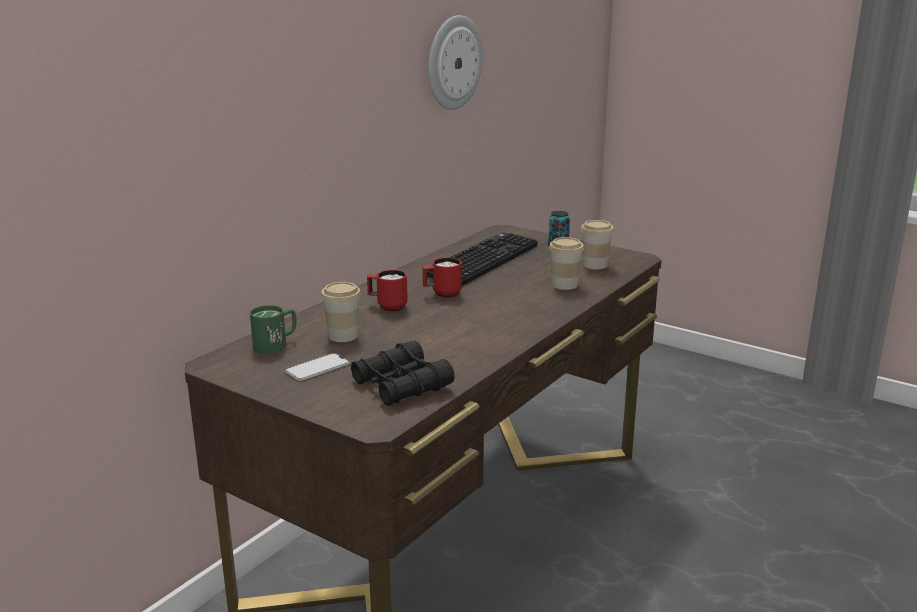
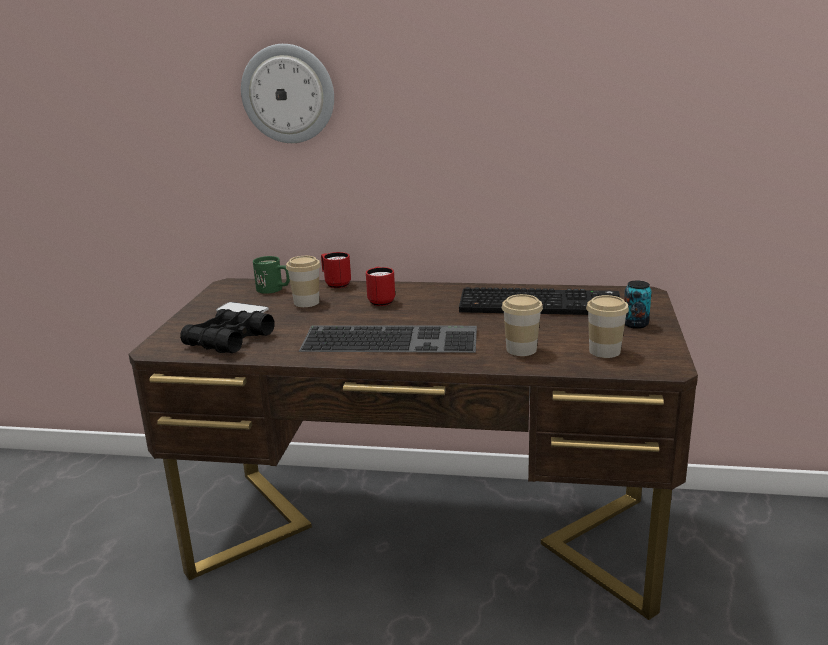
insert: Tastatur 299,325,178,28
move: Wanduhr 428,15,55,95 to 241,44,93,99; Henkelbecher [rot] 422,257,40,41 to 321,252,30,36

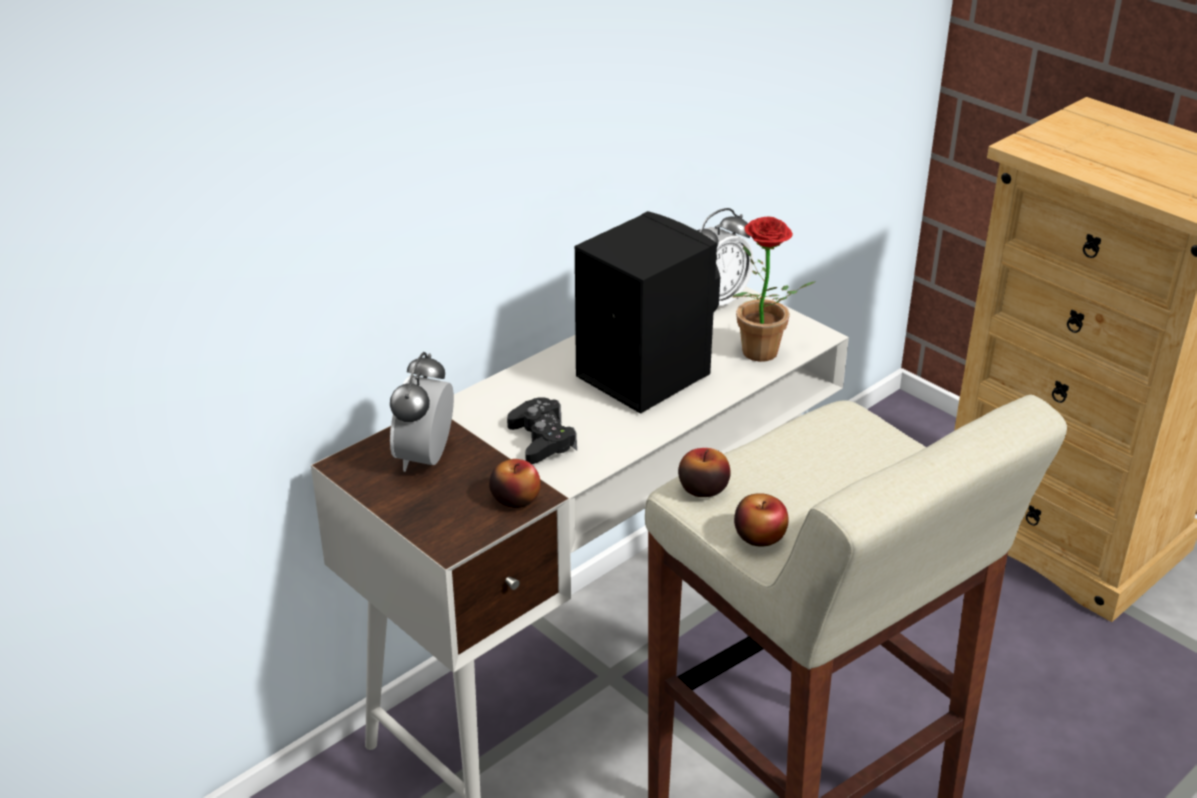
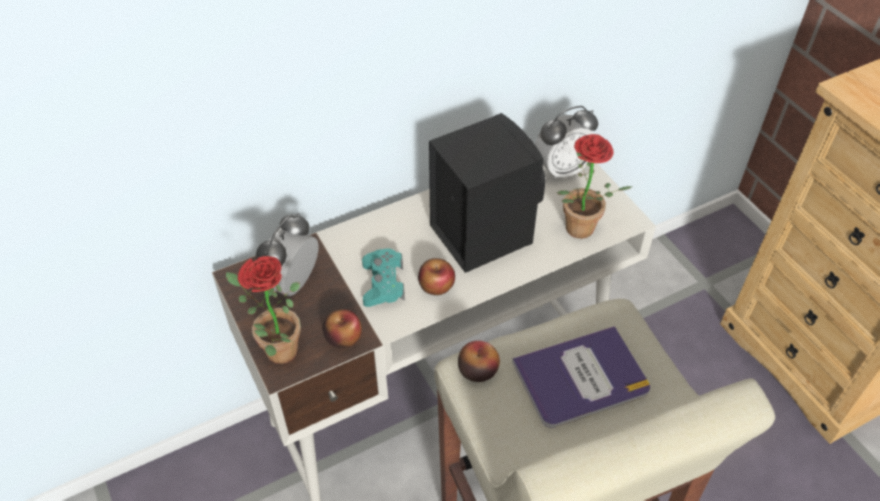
insert: Topfpflanze 226,256,75,108; Buch 512,326,138,102
move: Apfel 734,493,55,54 to 418,258,37,37
recolor: Gamepad [schwarz] 507,397,70,67 to Gamepad [türkis] 362,248,43,59

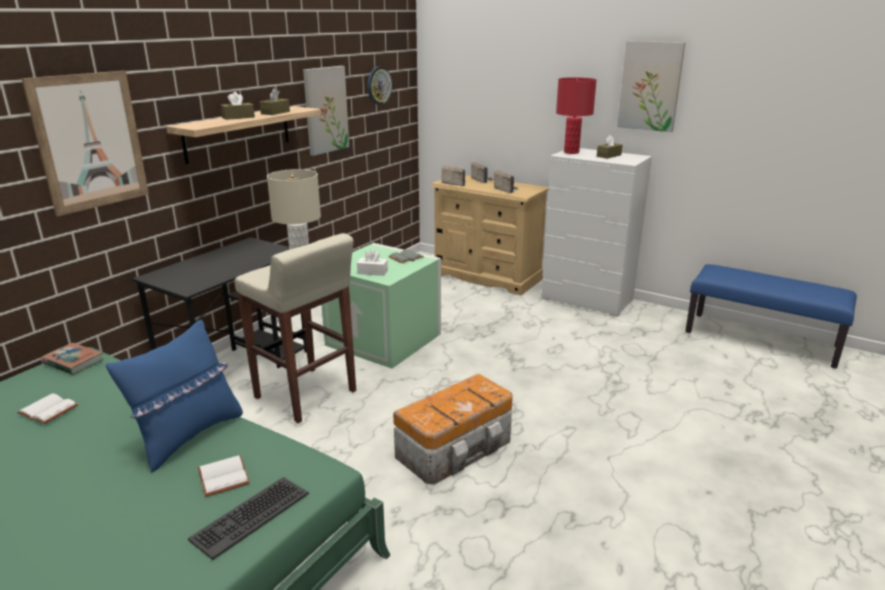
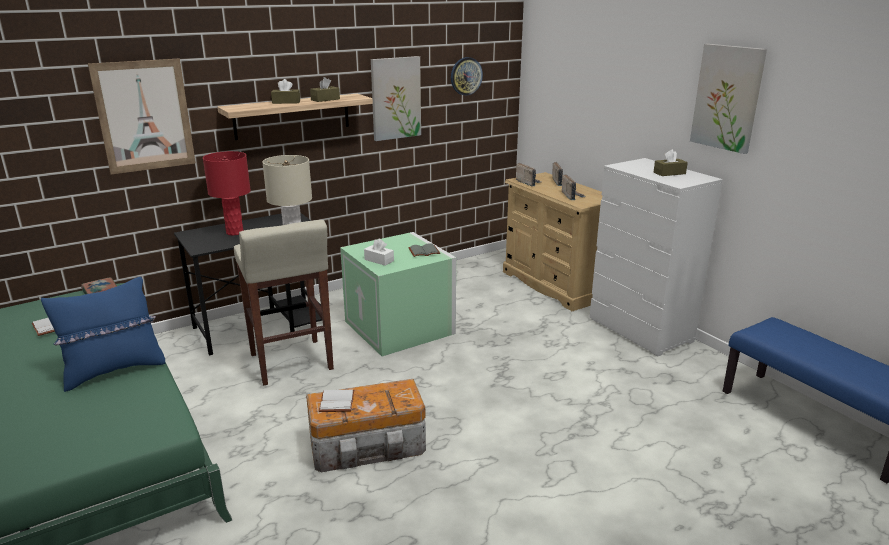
delete: Tastatur 188,477,121,83
move: Tischlampe [rot] 556,77,41,77 to 203,151,48,84; Buch [weiß] 198,455,52,42 to 319,390,35,22

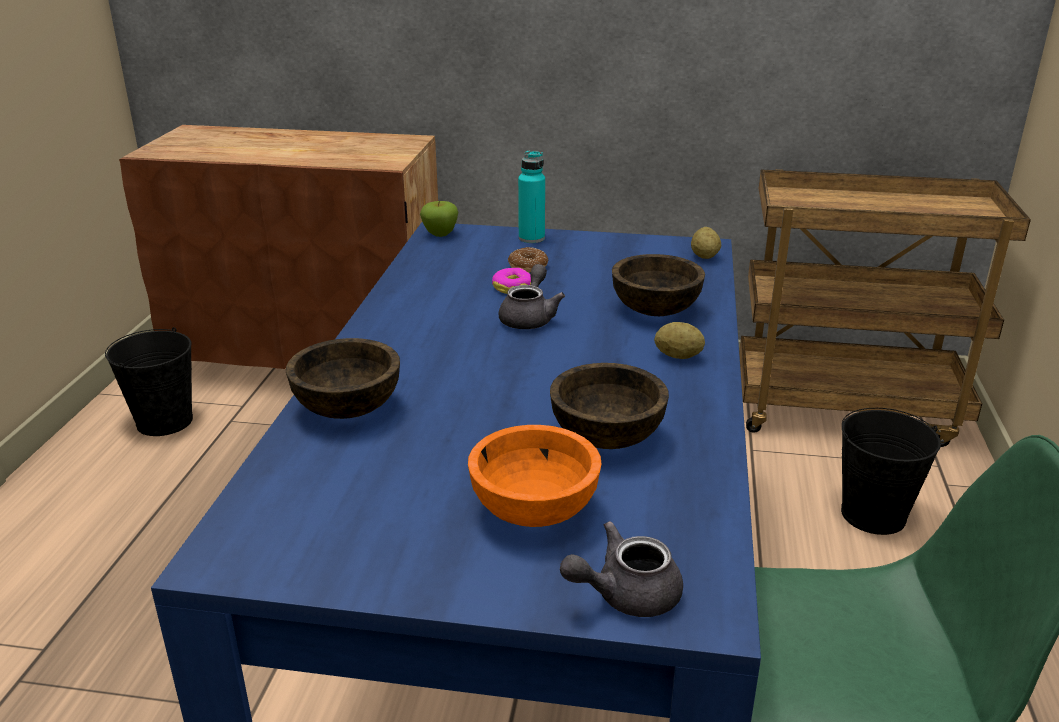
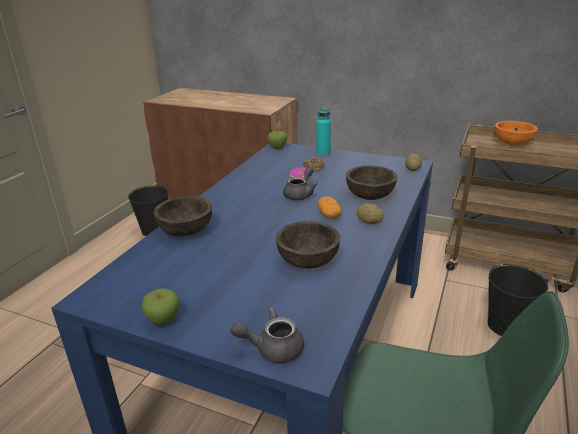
insert: Kartoffel 318,196,24,22; Apfel 141,288,38,37
move: Schüssel [orange] 468,425,134,102 to 495,121,43,24

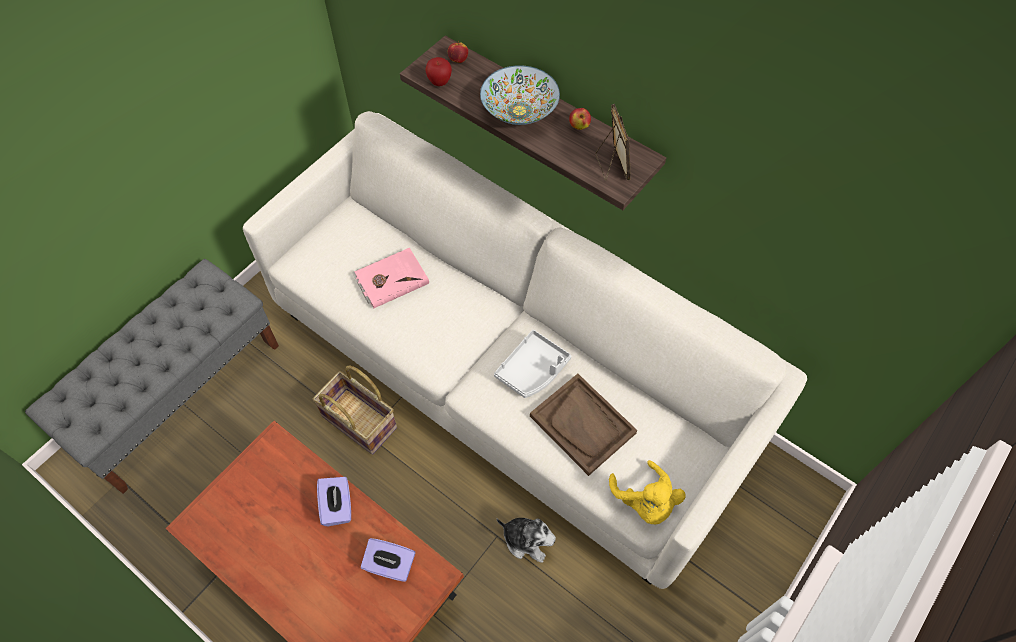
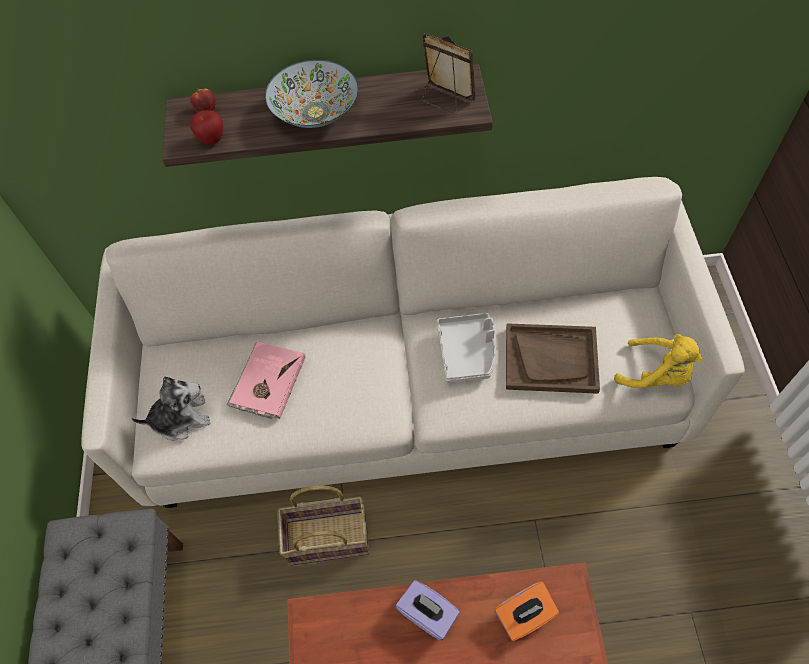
delete: Apfel 569,108,22,22
move: Plüschtier 497,518,59,45 to 132,377,79,63
recolor: Taschentuchbox [lila] 361,538,54,44 to Taschentuchbox [orange] 494,581,65,60

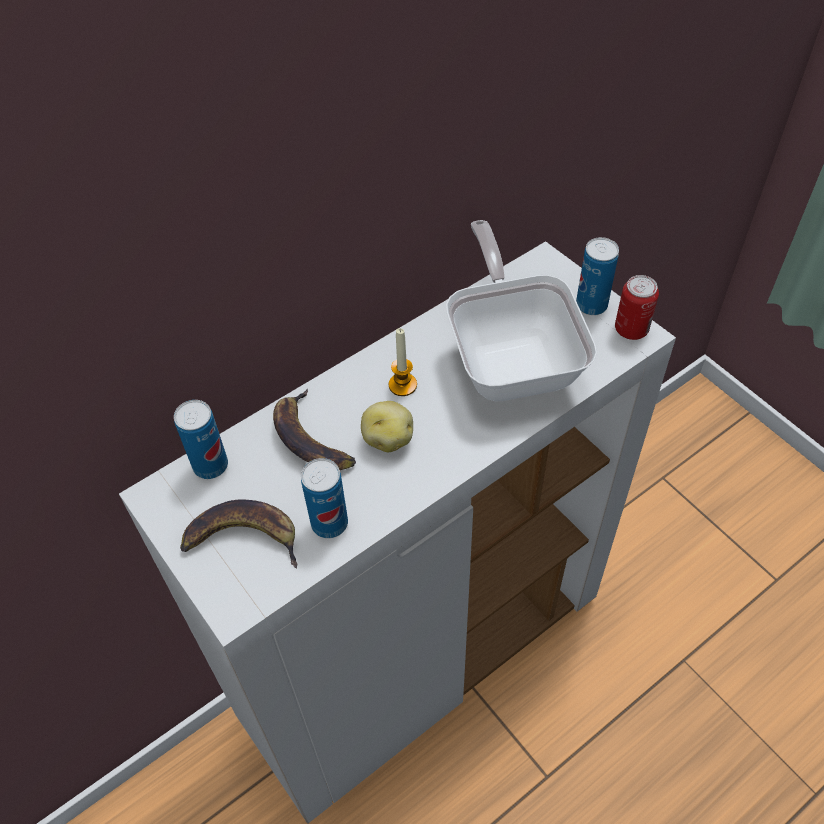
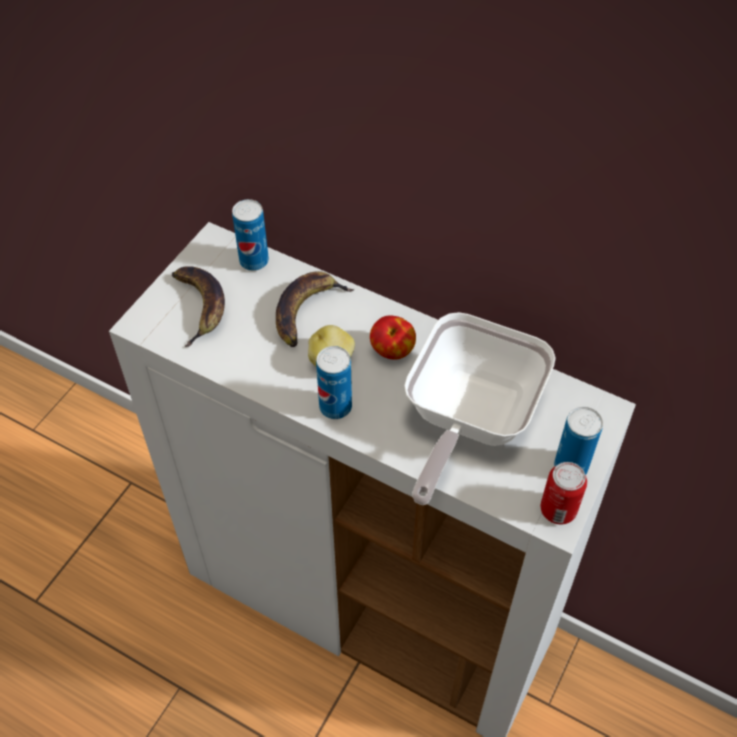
move: Dose 301,458,47,80 to 316,346,36,73
replace: Kerze 389,328,28,68 to Apfel 370,315,46,45
rotate: Pfanne 446,220,151,181 = 404,312,152,193 150 degrees clockwise

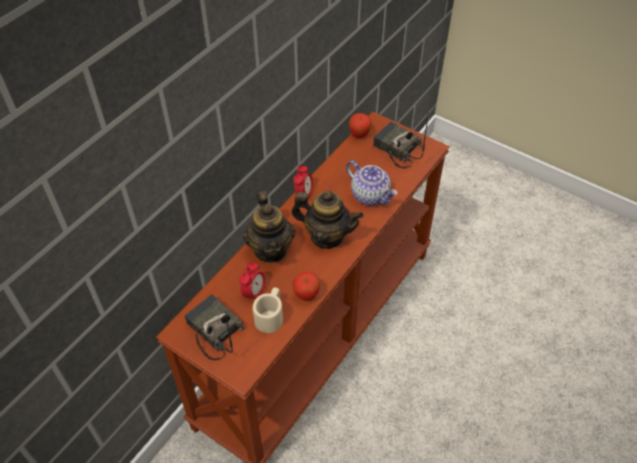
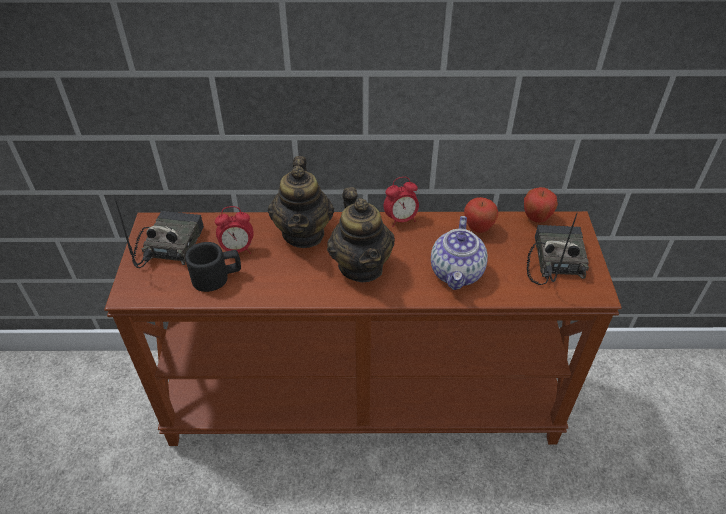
move: Apfel 292,272,28,29 to 464,197,34,36
recolor: Henkelbecher [beige] 253,288,30,45 to Henkelbecher [schwarz] 185,242,56,50
rotate: Teekanne 243,191,52,72 = 268,156,66,92 45 degrees counterclockwise

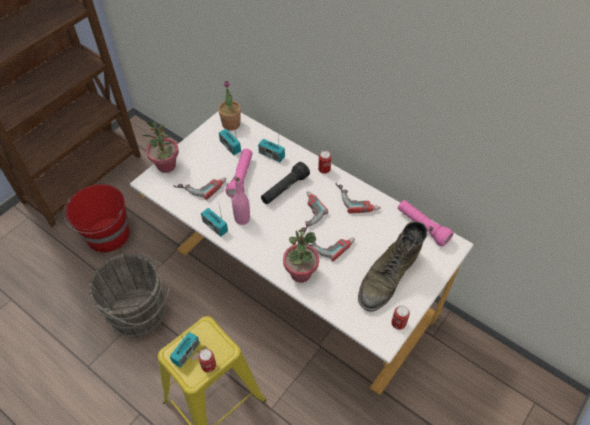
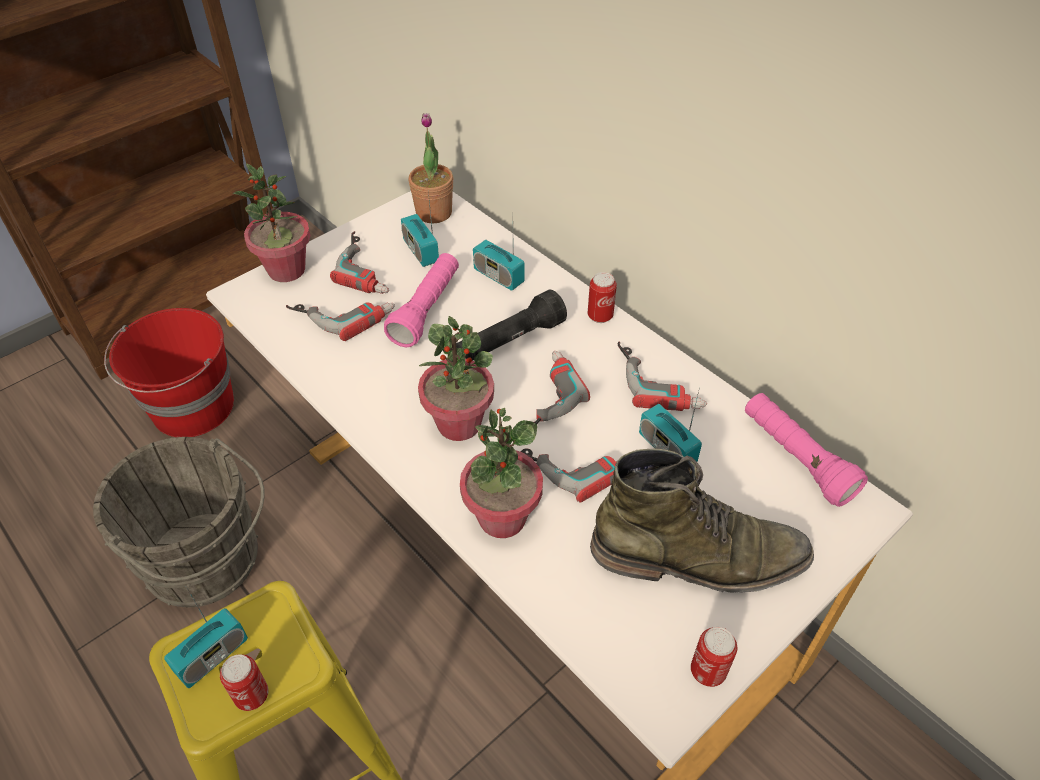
delete: Flasche [rosa] 232,177,18,48
insert: Bohrmaschine 330,231,59,63; Topfpflanze 418,316,76,125
move: Radio 201,205,27,32 to 639,391,63,71
rotate: Stiefel [grün] 358,222,69,90 = 590,449,224,144 135 degrees counterclockwise

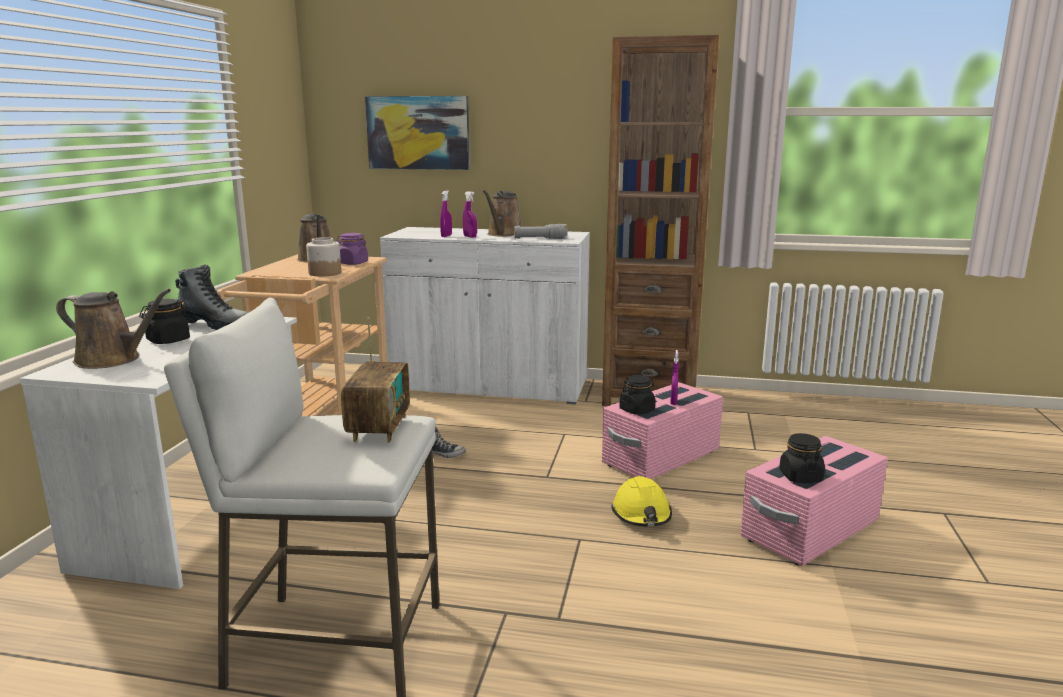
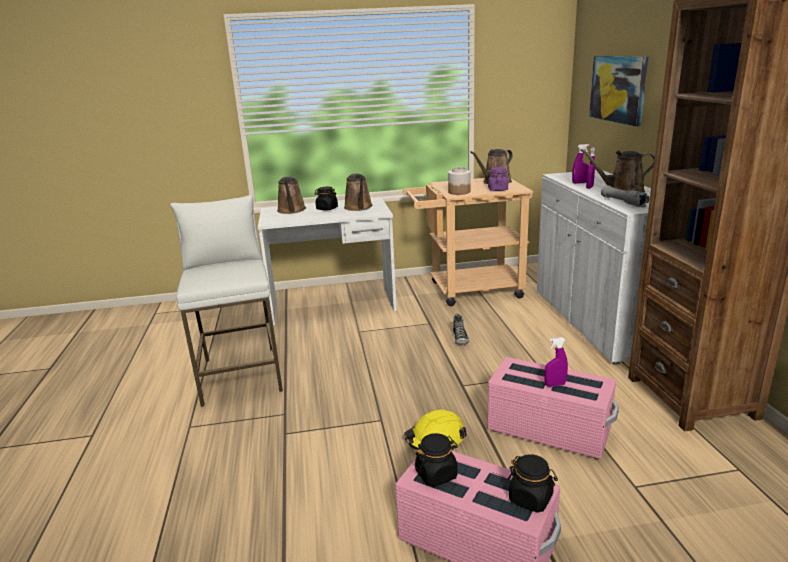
delete: Radio 341,317,69,126
move: Vorratsglas [schwarz] 619,375,36,40 to 508,454,50,59
replace: Stiefel 175,264,74,66 to Gießkanne [braun] 344,173,29,38

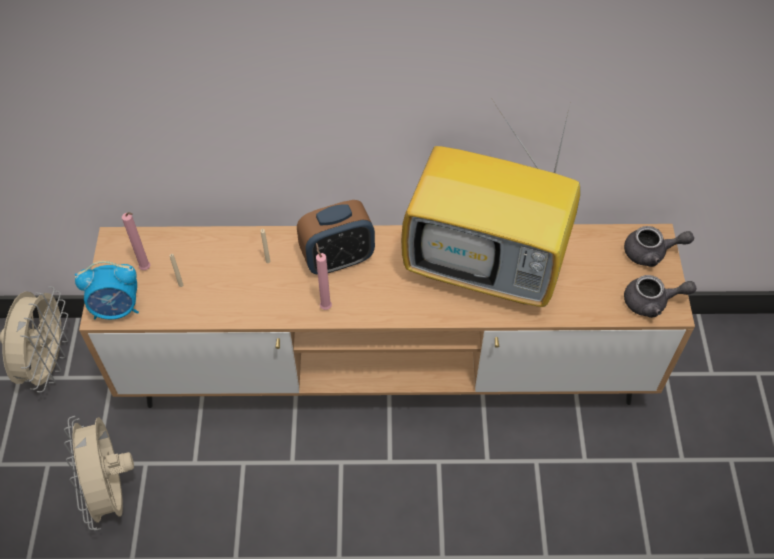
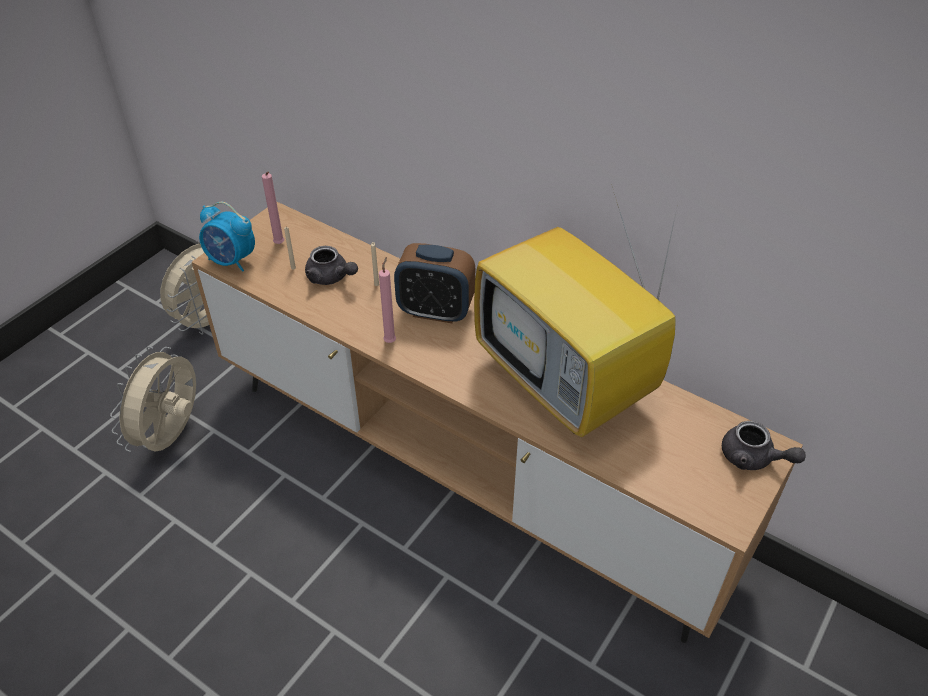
move: Teekanne [grau] 624,275,73,43 to 305,246,53,39

